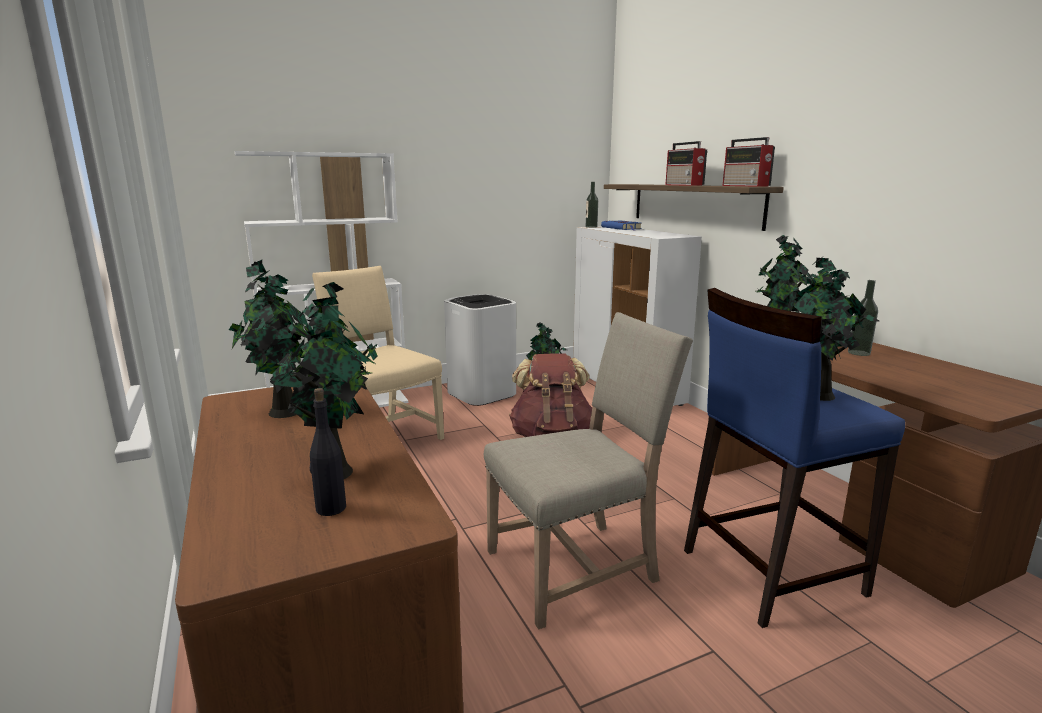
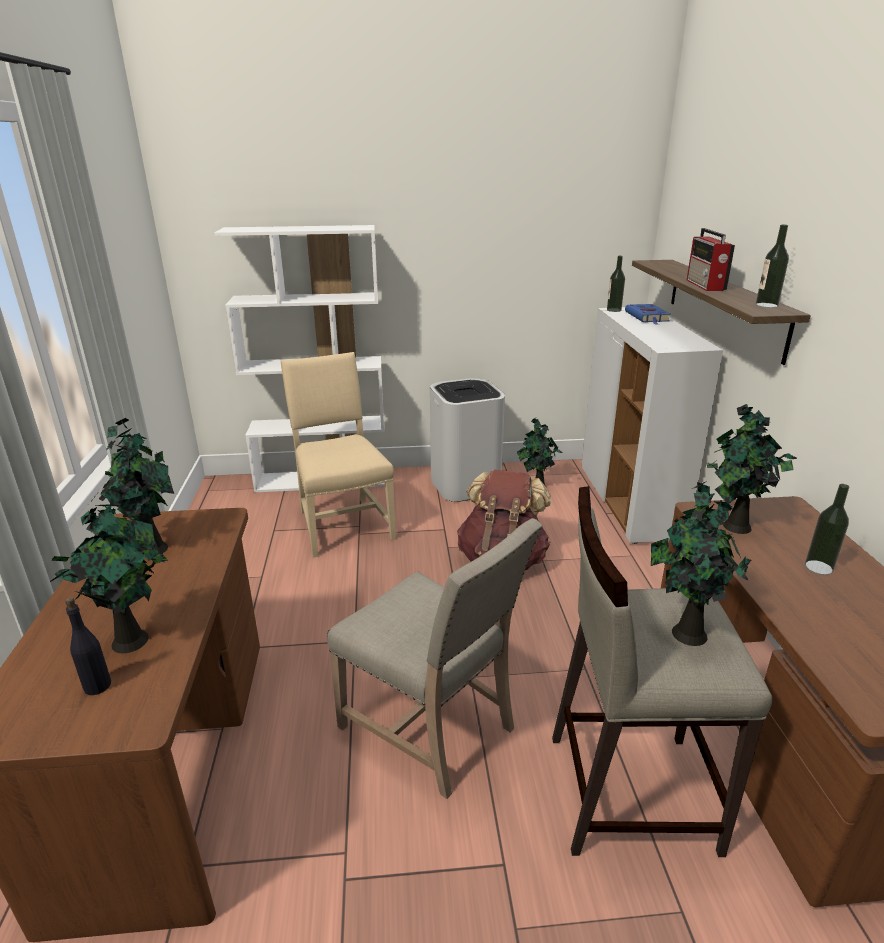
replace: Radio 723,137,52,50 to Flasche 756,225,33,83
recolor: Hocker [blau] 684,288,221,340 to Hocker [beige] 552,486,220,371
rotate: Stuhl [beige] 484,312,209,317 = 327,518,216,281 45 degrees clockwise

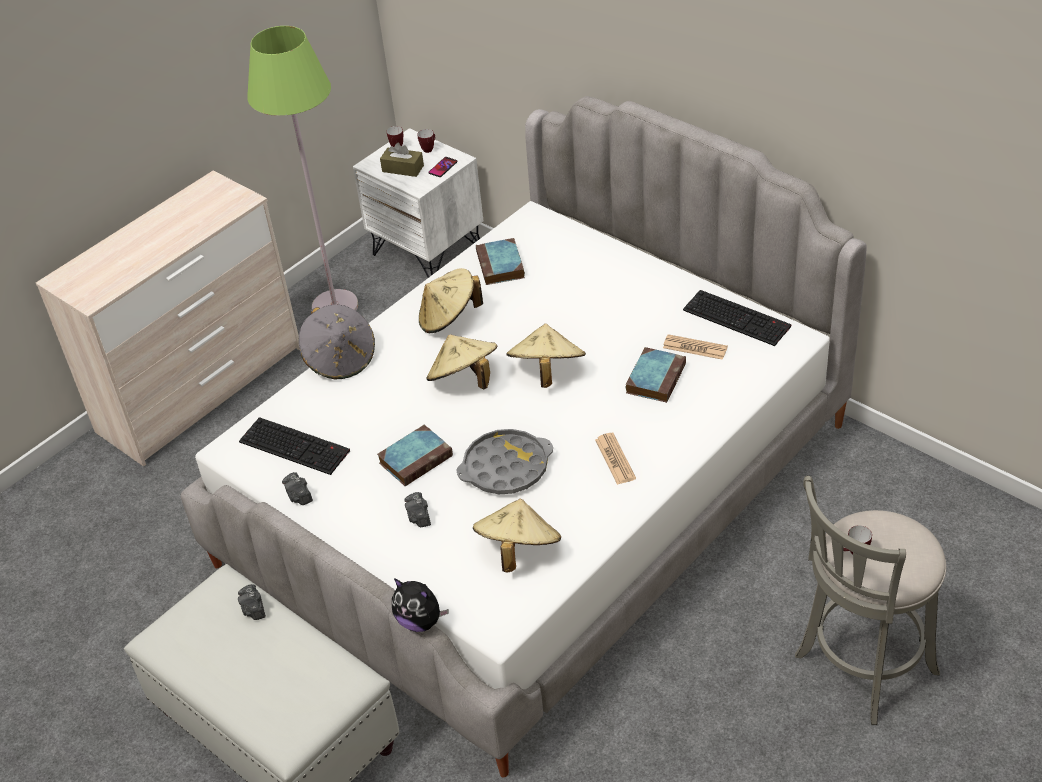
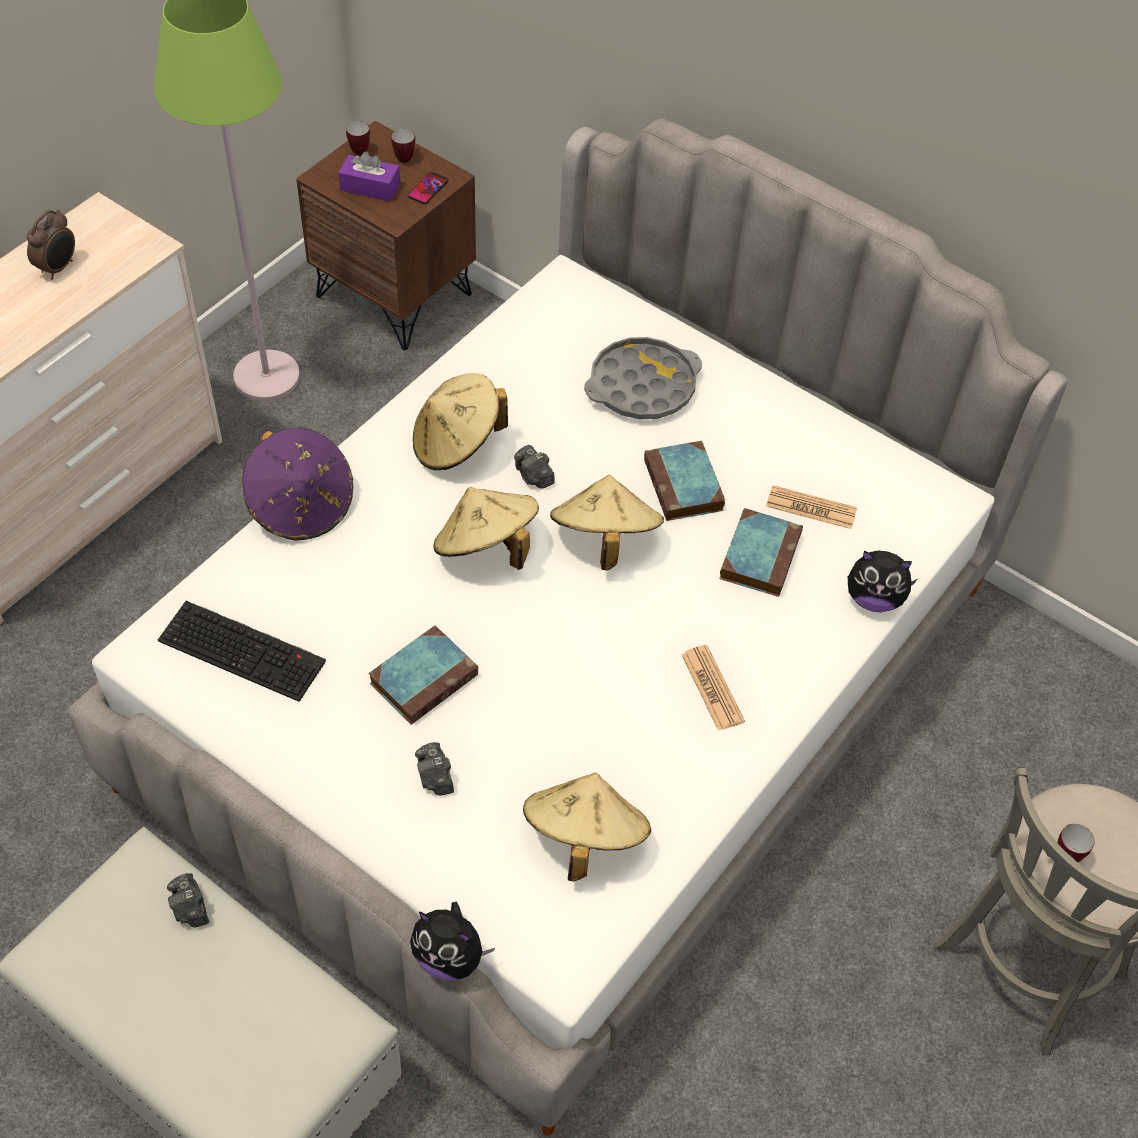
delete: Tastatur 683,290,109,56
insert: Wecker 27,209,48,70; Plüschtier 848,551,69,61
move: Buch 476,238,49,47 to 644,441,81,80; Tablett [grau] 456,429,97,65 to 584,337,118,82; Kamera 282,472,31,33 to 514,445,41,44
recolor: Nachttisch [weiß] 353,128,130,150 to Nachttisch [braun] 296,121,180,229; Taschentuchbox [braun] 380,143,44,34 to Taschentuchbox [lila] 338,151,62,51; Hut [grau] 299,304,76,76 to Hut [lila] 242,428,111,113

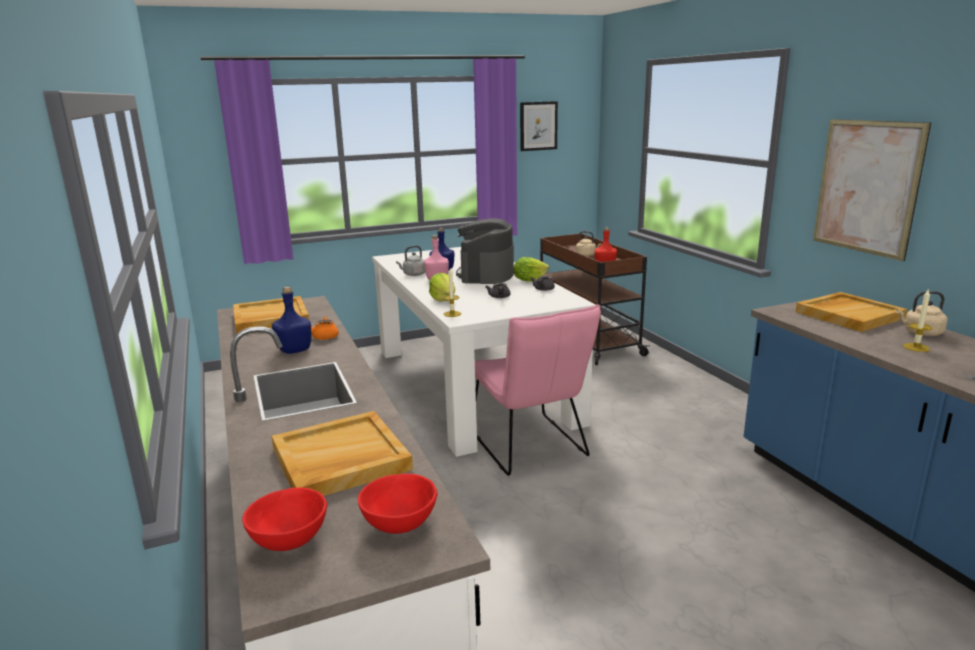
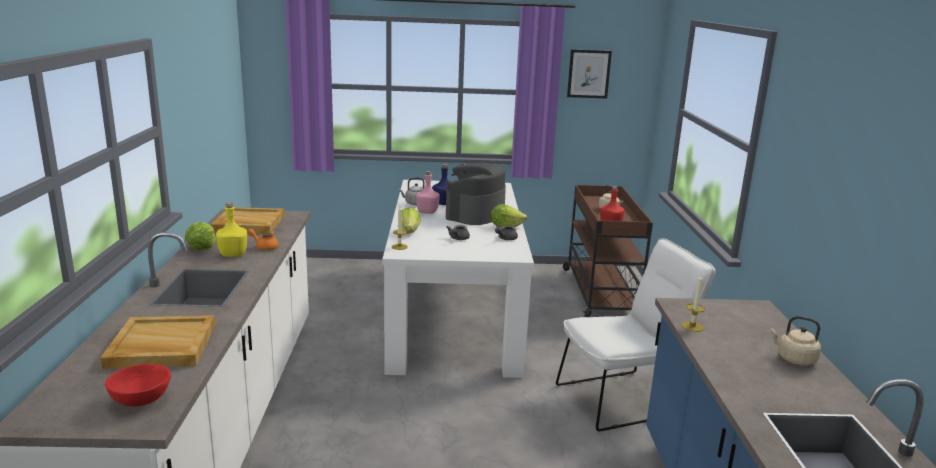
delete: Bild 813,119,118,142; Tablett [beige] 796,292,111,40; Stuhl [rosa] 475,304,126,172; Schüssel [rot] 242,488,85,63
insert: Salatkopf 185,222,31,28; Stuhl [weiß] 556,238,159,193
move: Kerze 903,290,29,62 to 682,274,23,58
recolor: Flasche [blau] 272,287,39,67 to Flasche [gelb] 216,203,31,54

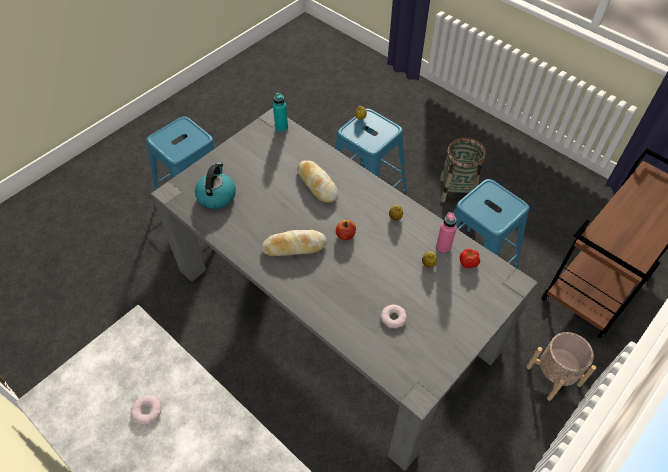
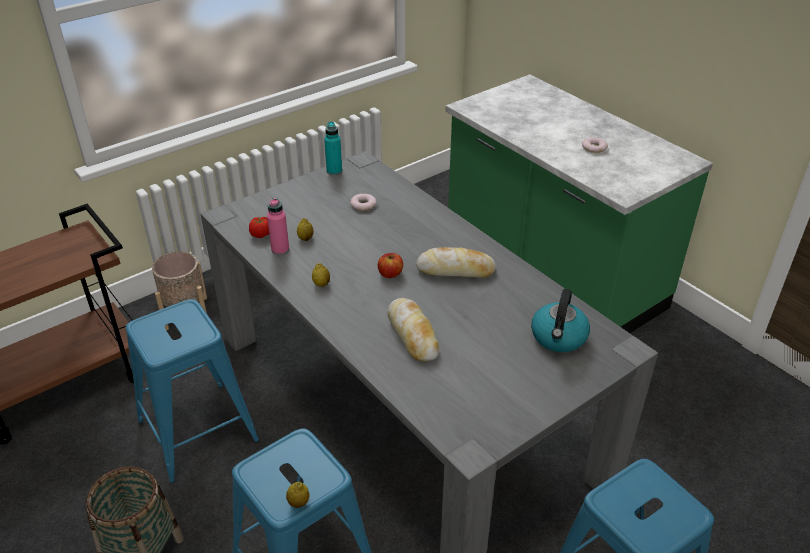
move: Flasche [türkis] 273,92,15,41 to 324,122,18,53

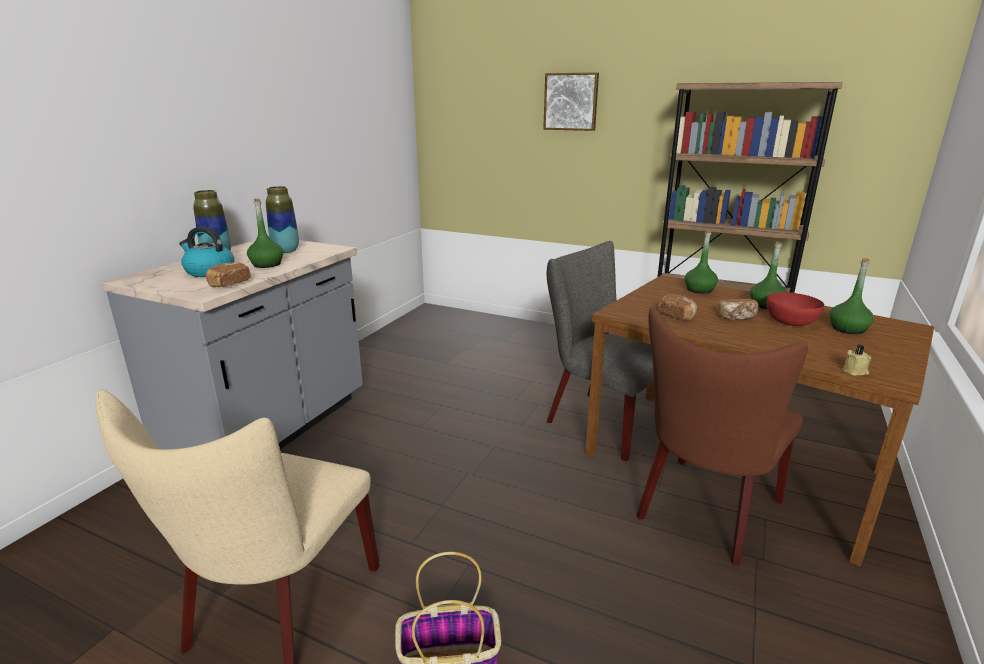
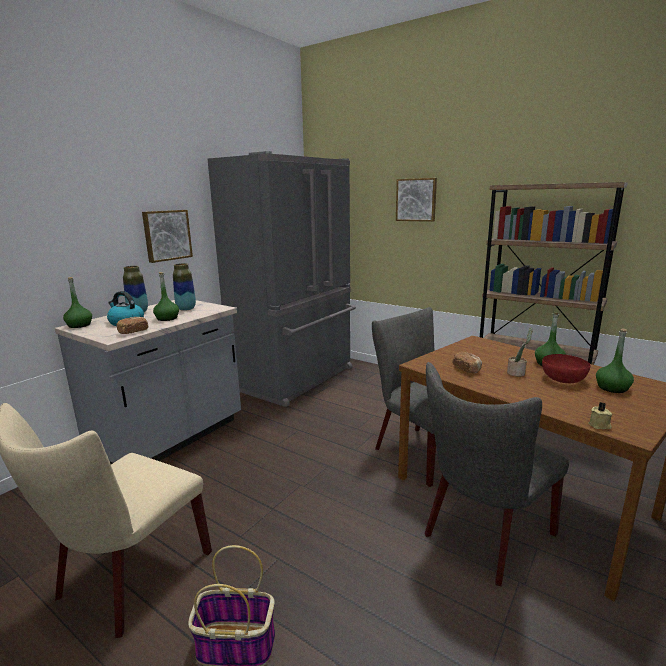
insert: Kühlschrank [grau] 208,151,148,256; Bild 142,210,51,53
move: Flasche [grün] 685,230,33,64 to 63,277,29,51
replace: Brot 717,299,42,21 to Topfpflanze 507,328,26,49
recolor: Stuhl [braun] 636,307,172,258 to Stuhl [grau] 425,362,144,224

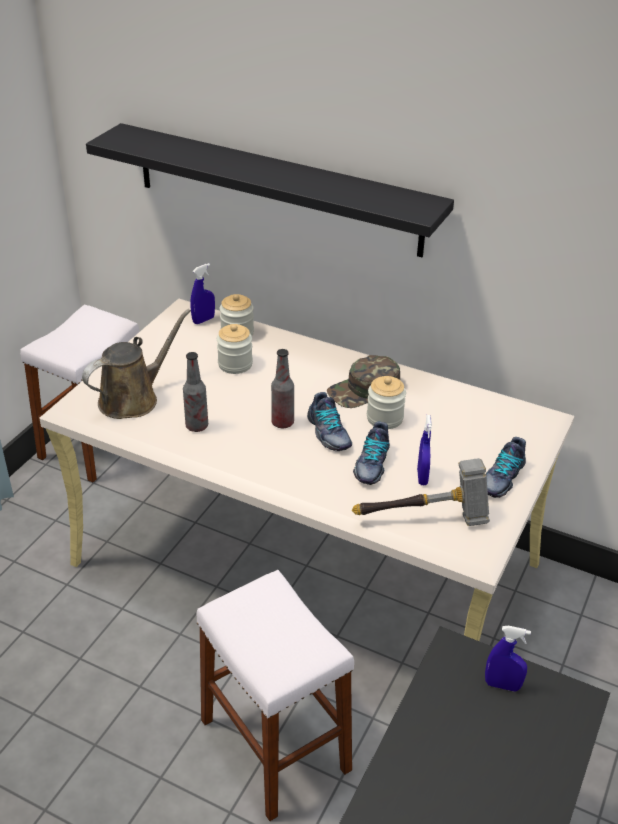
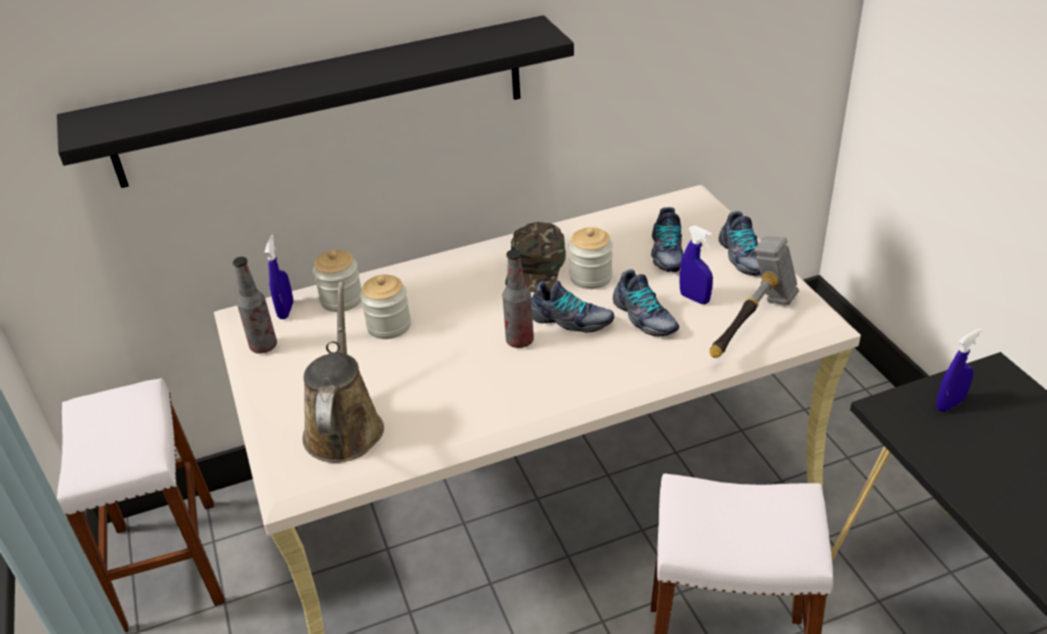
insert: Schuh 651,207,32,65
move: Flasche 183,352,25,80 to 233,257,44,97

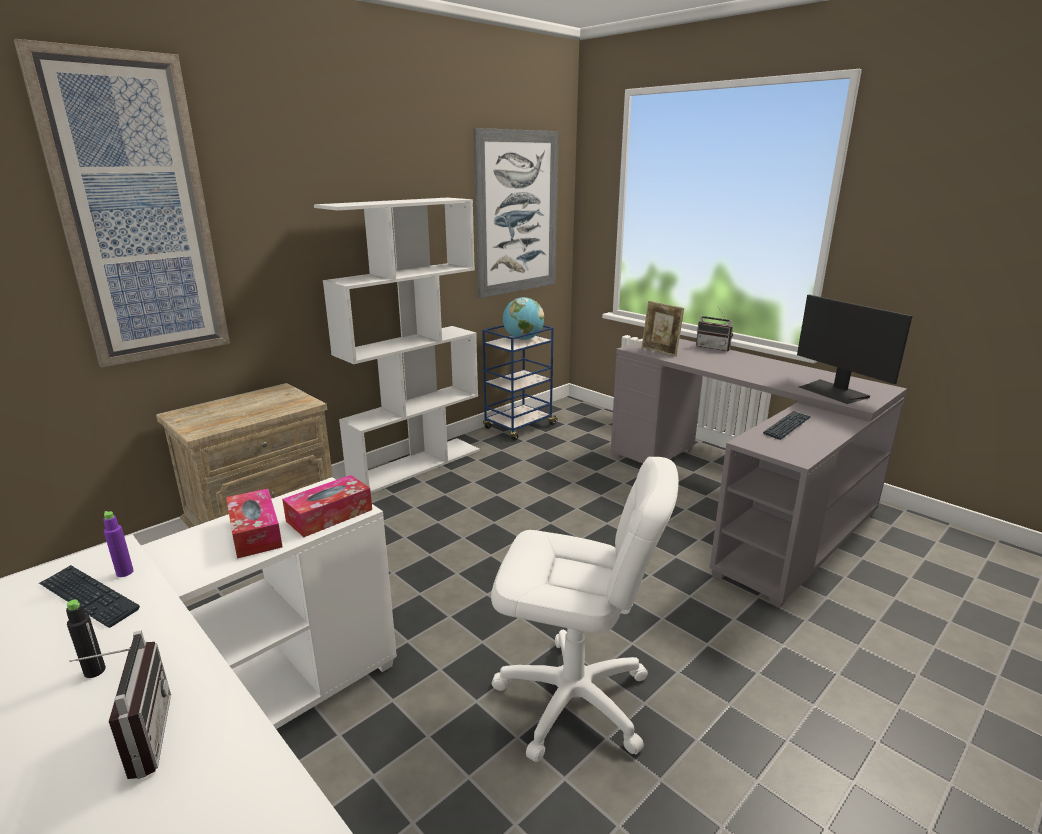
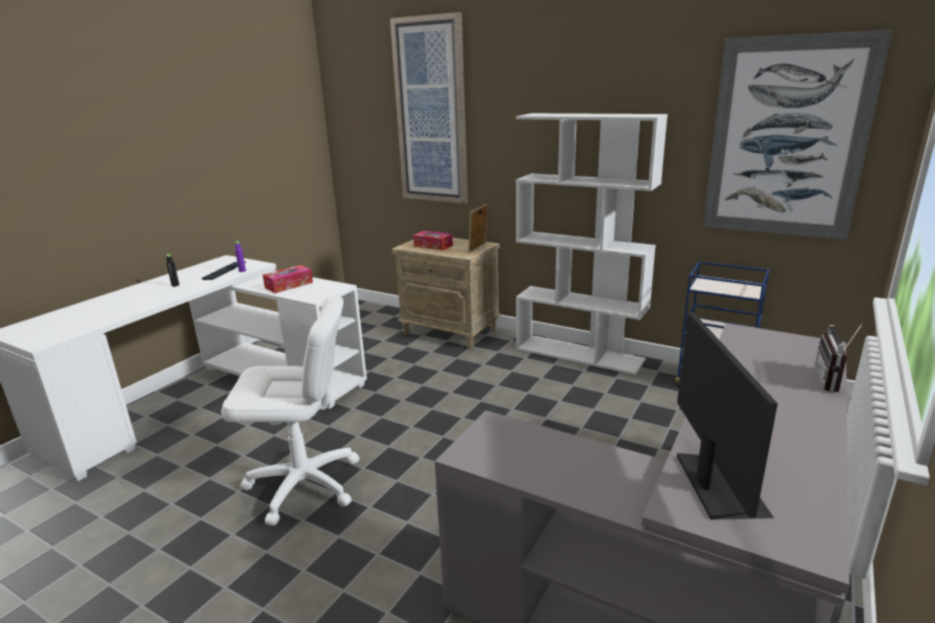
delete: Globus 503,297,42,43; Tastatur 763,411,47,29; Radio 69,630,102,149
move: Bilderrahmen 642,301,42,55 to 468,204,19,48; Taschentuchbox 282,475,90,62 to 413,231,40,20
rotate: Monitor 797,295,115,109 = 677,312,101,208 135 degrees clockwise; Bürostuhl [weiß] 491,457,188,305 = 221,296,139,230 90 degrees counterclockwise

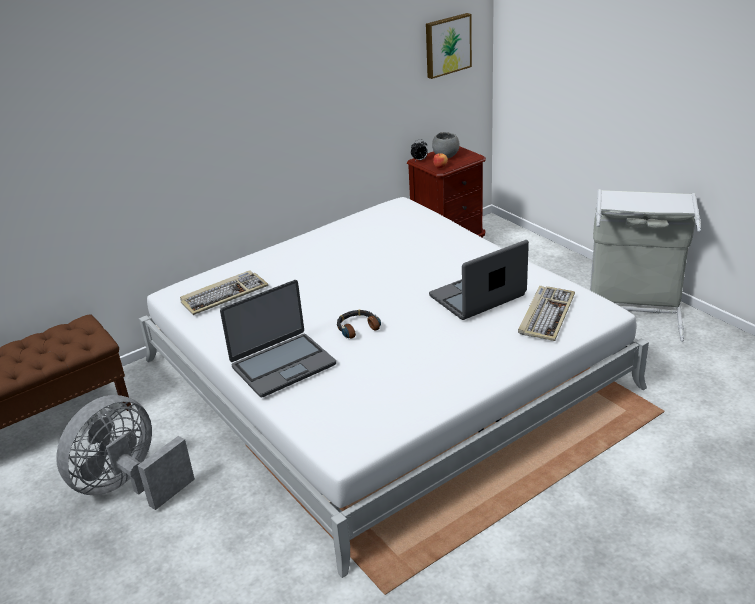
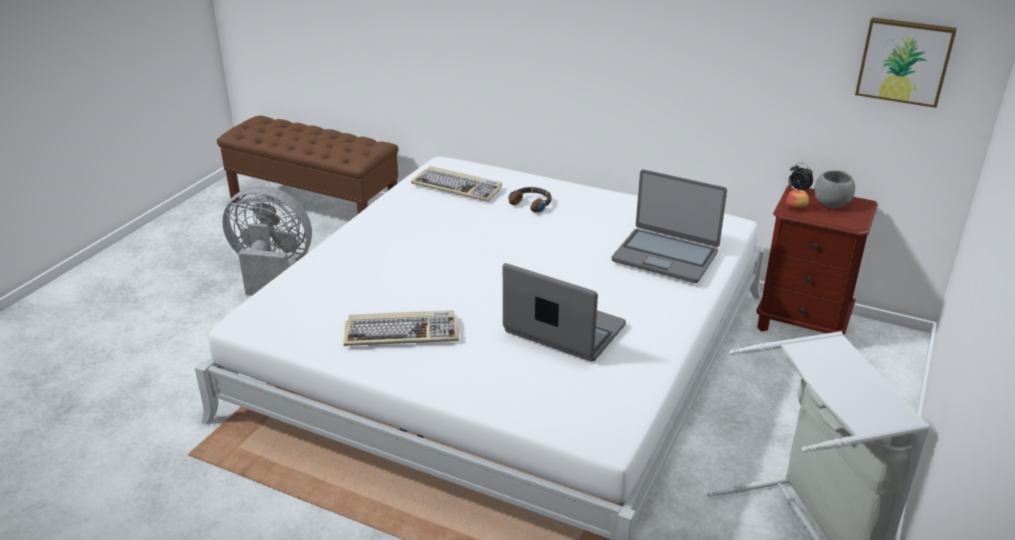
move: Laptop 220,280,116,117 to 612,170,115,113; Tastatur 518,286,57,55 to 344,310,115,36; Kopfhörer 337,310,44,28 to 508,187,44,26

